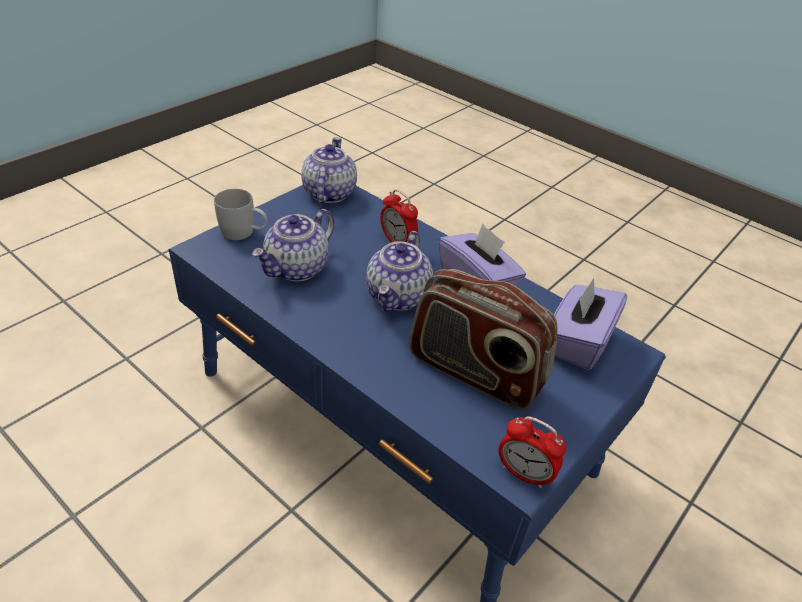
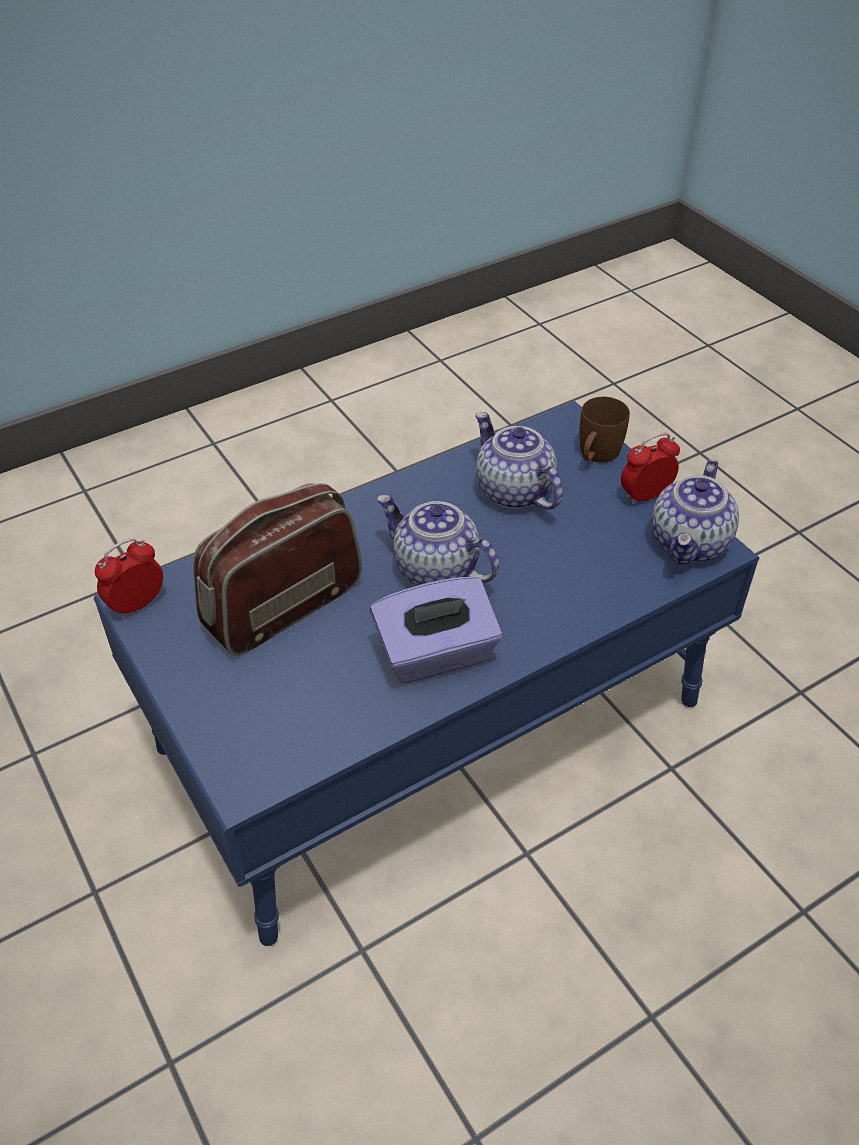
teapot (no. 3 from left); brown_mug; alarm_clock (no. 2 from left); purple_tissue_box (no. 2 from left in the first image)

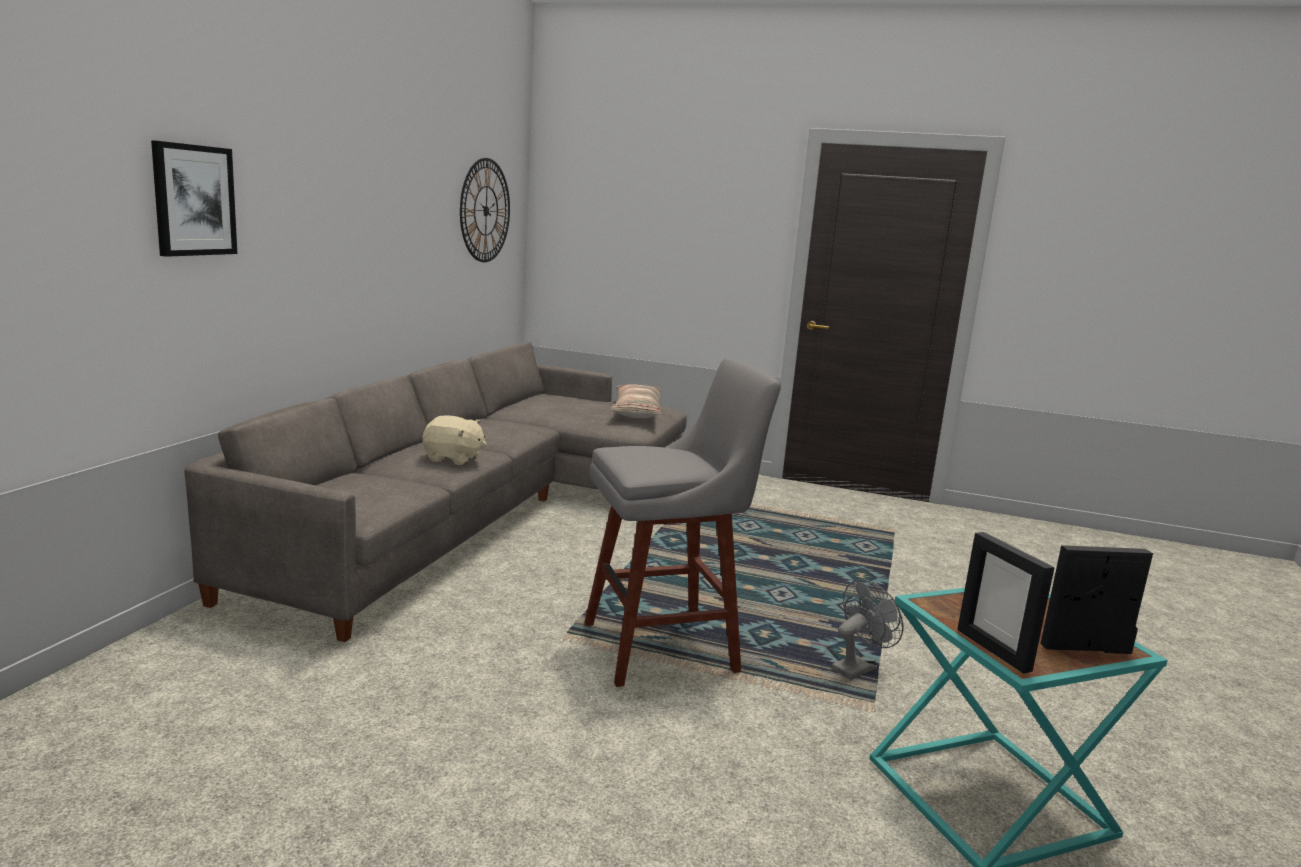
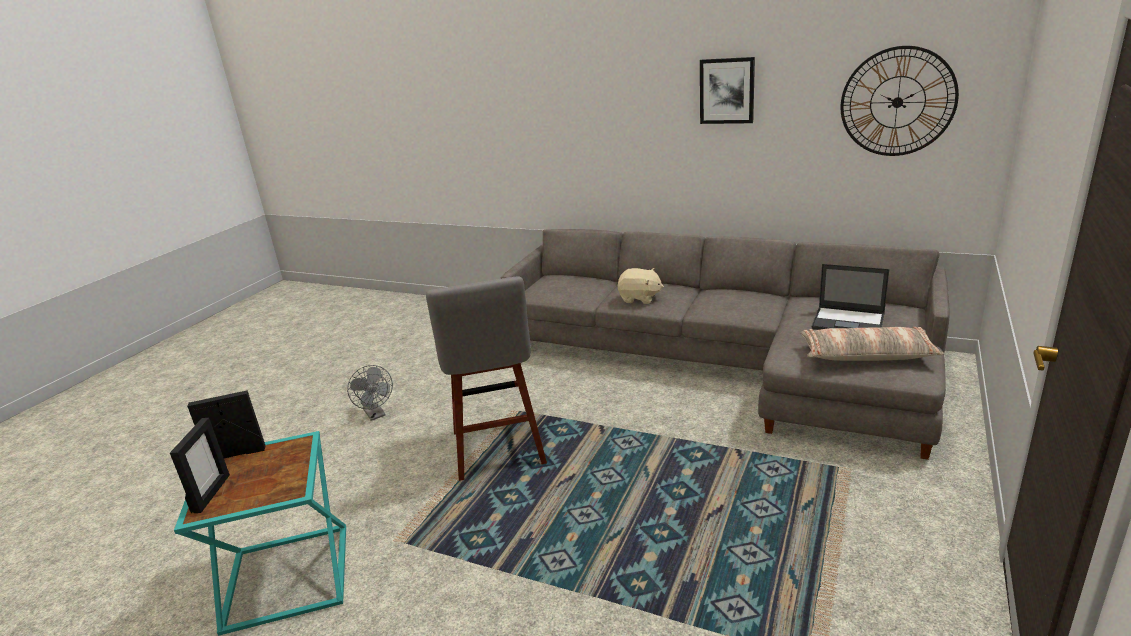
picture; beige_plush_toy; grey_fan; laptop

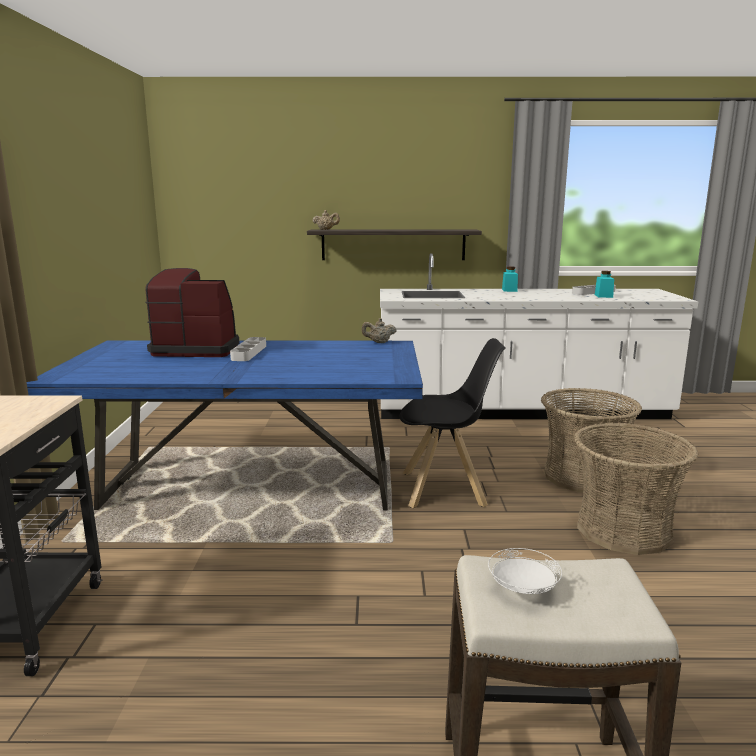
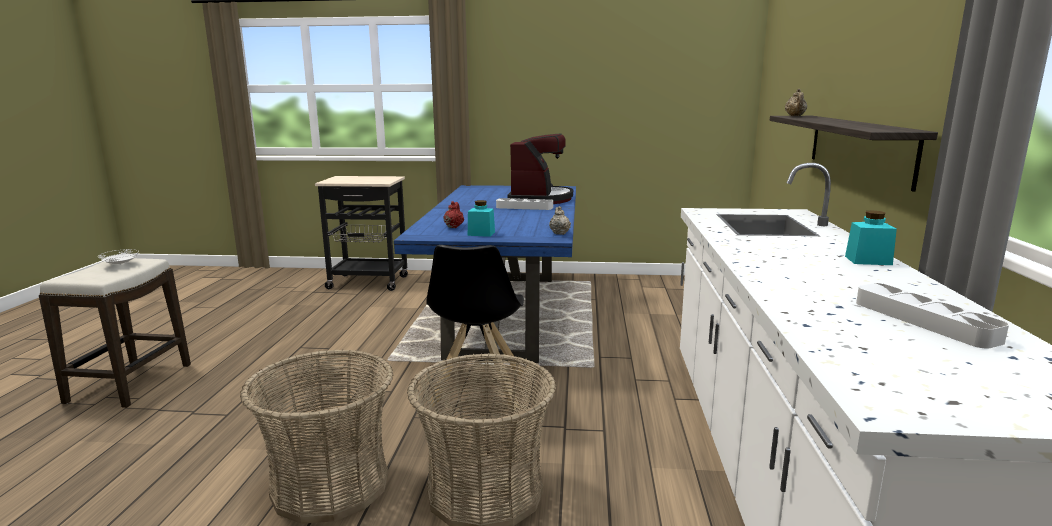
turquoise_jar (no. 1 from left); red_teapot

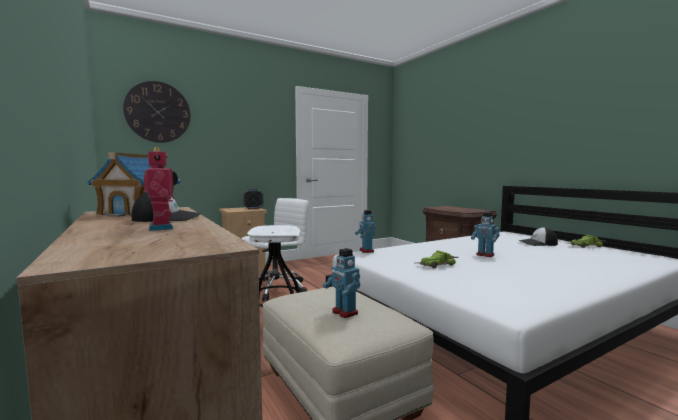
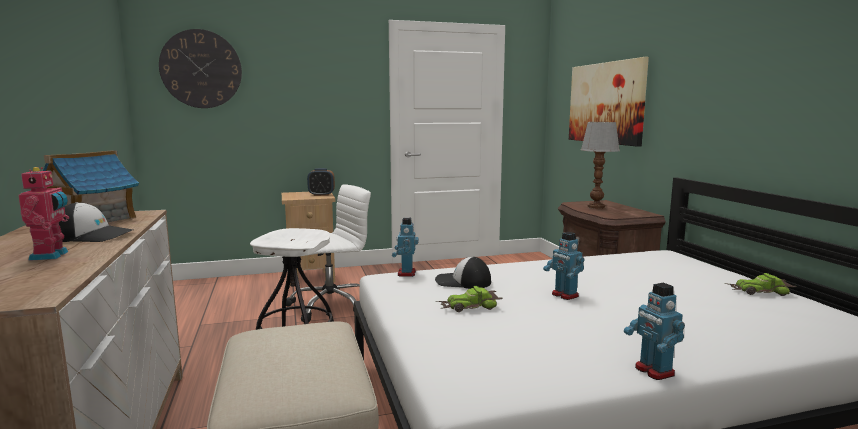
cap (no. 2 from left); toy_robot (no. 4 from left); picture; table_lamp

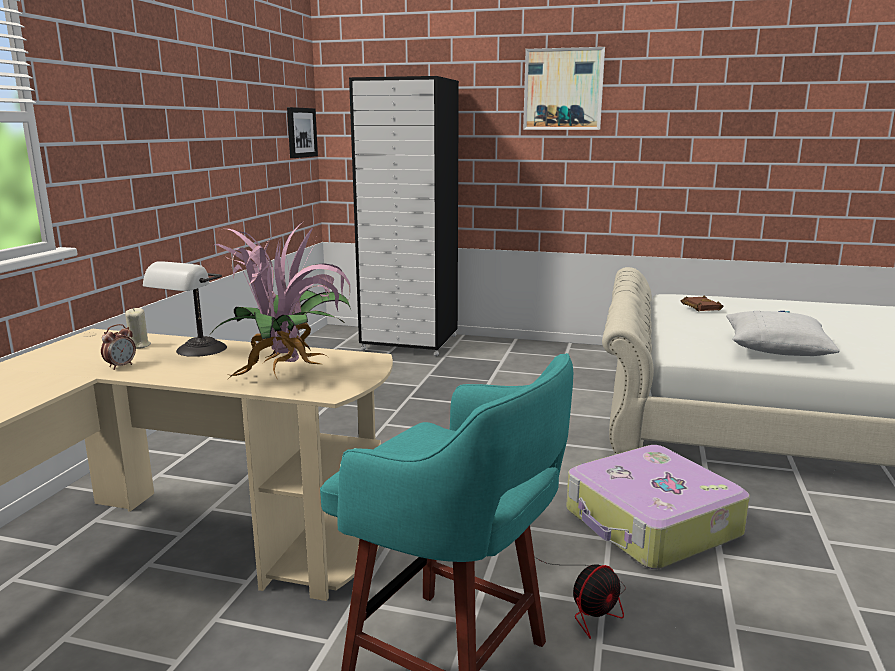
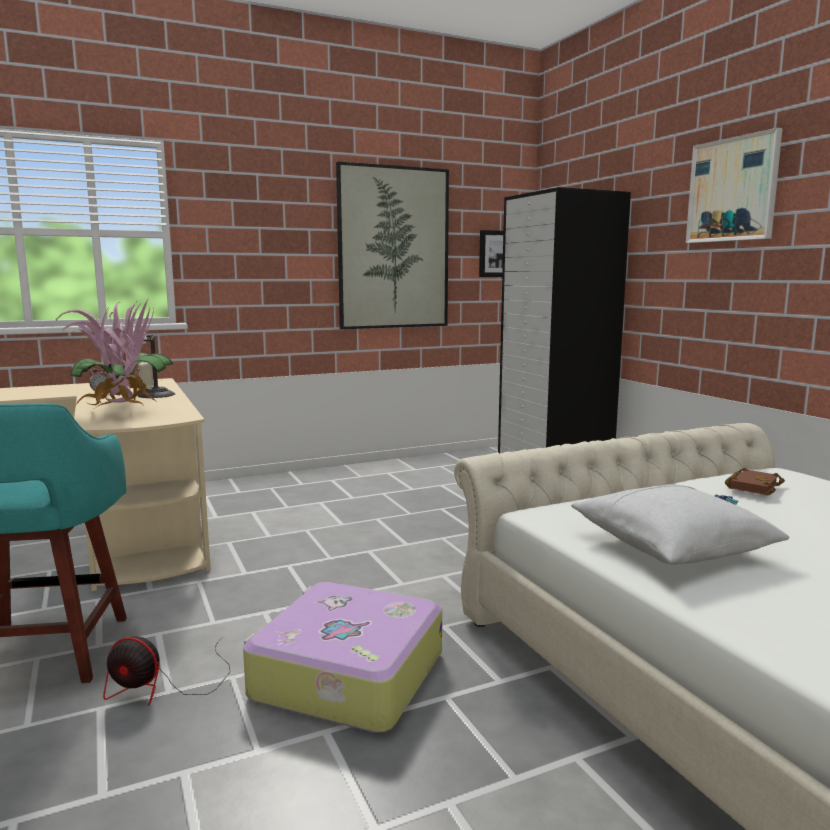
picture (no. 1 from left)

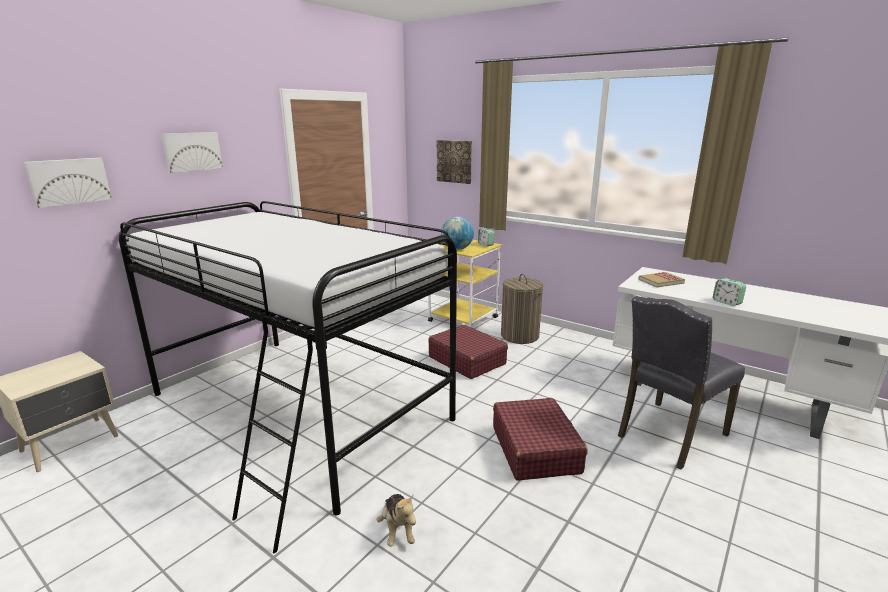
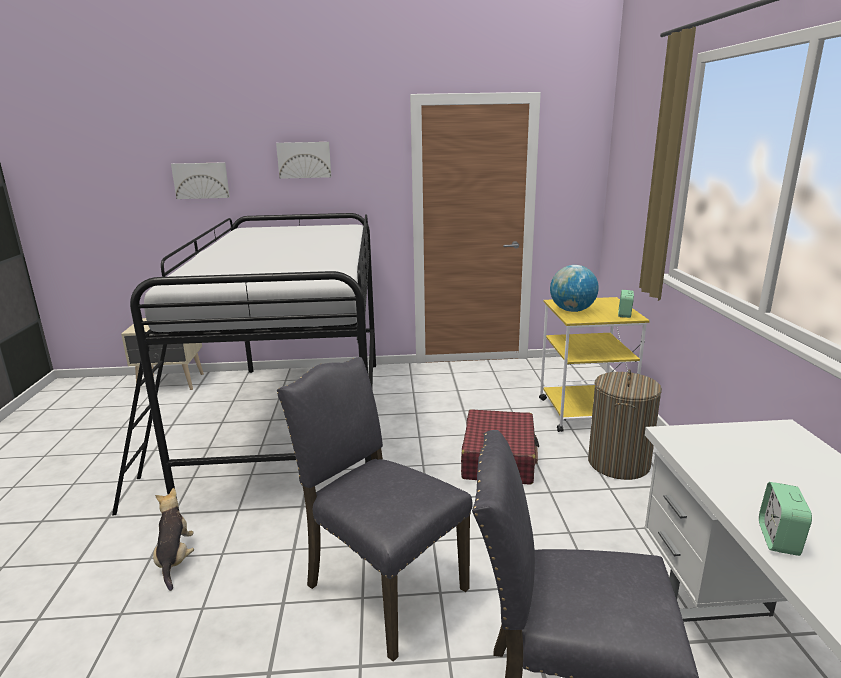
picture (no. 3 from left in the first image); book; grey_chair (no. 1 from left); plush_toy

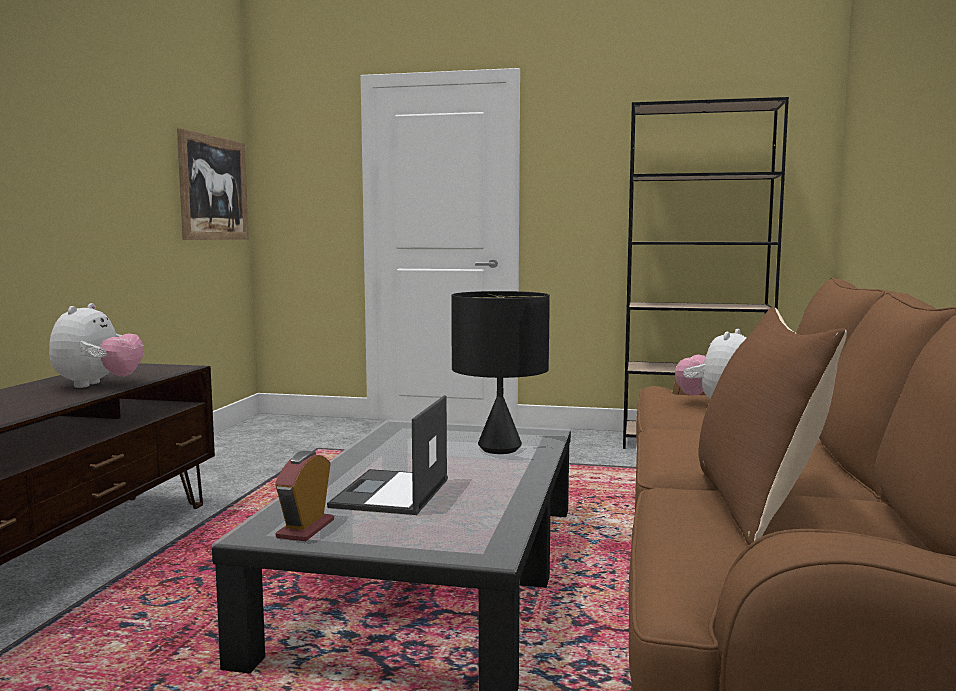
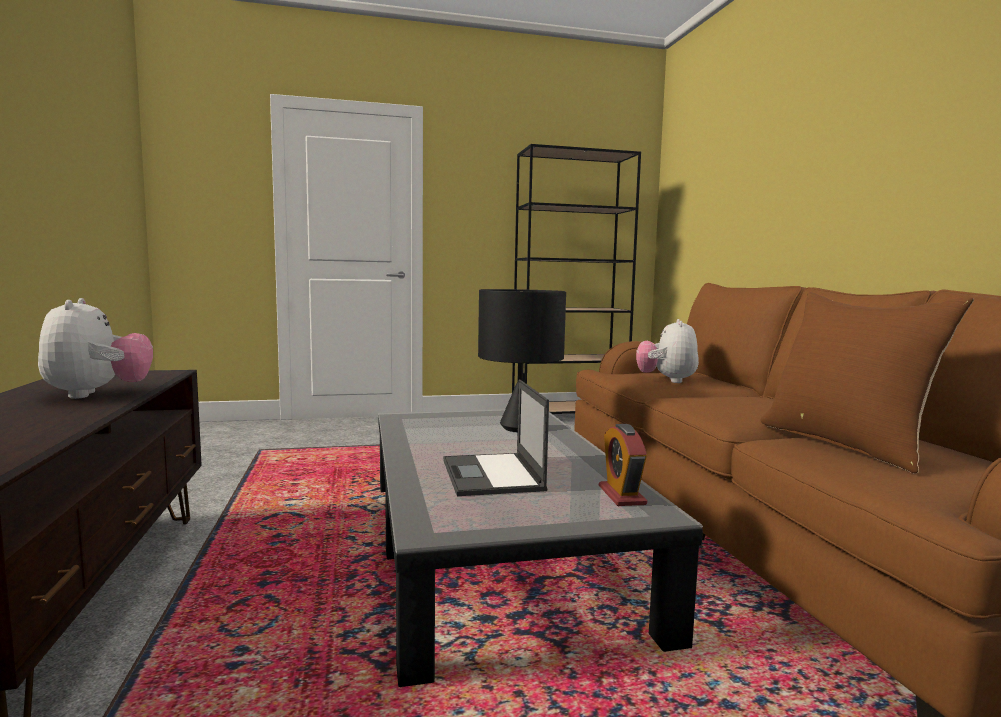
picture; alarm_clock

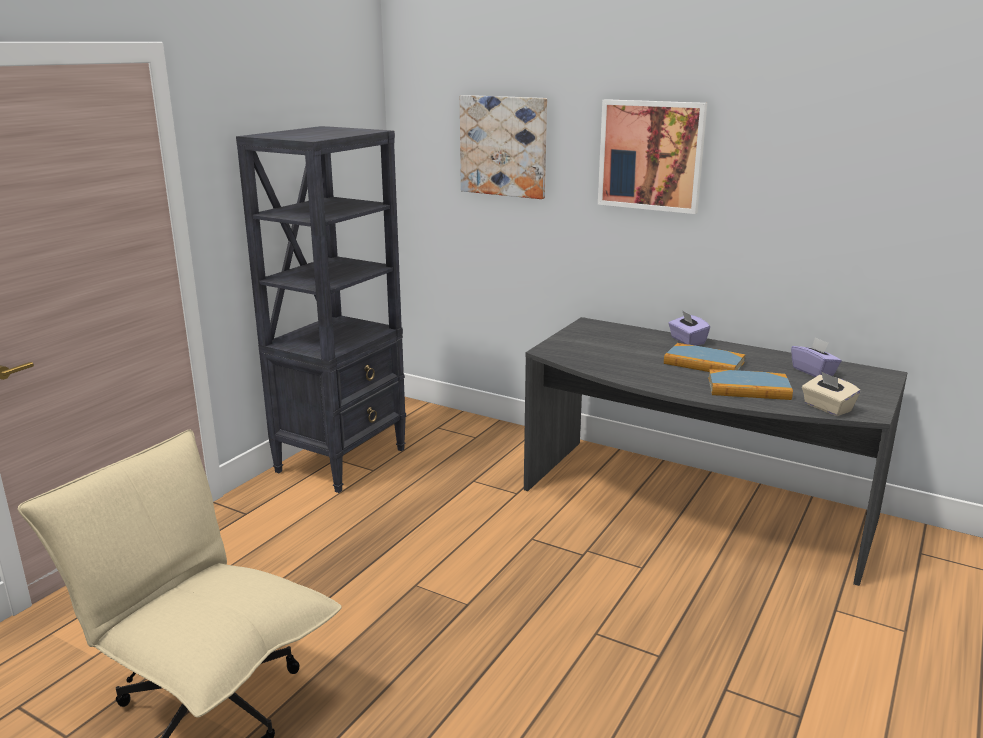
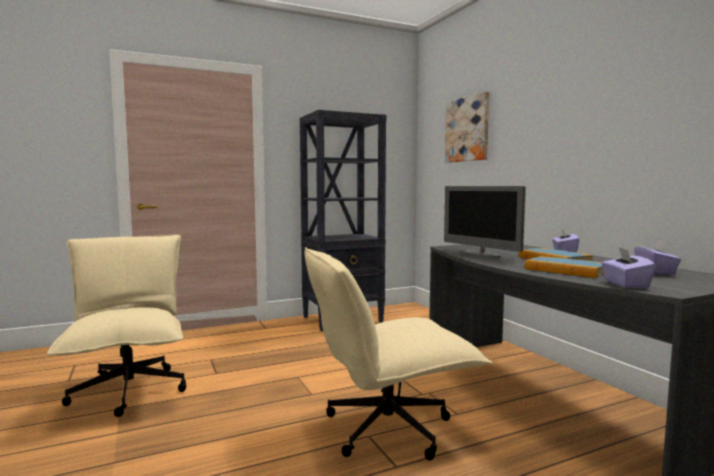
picture (no. 2 from left in the first image); purple_tissue_box (no. 2 from left); monitor; beige_office_chair (no. 2 from left)

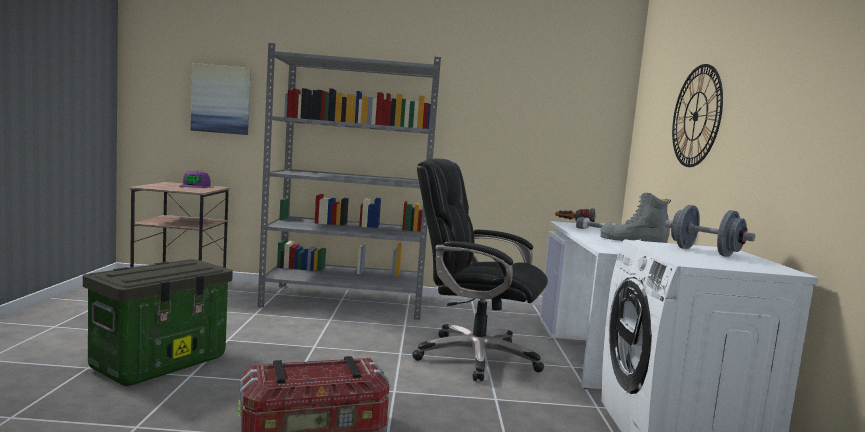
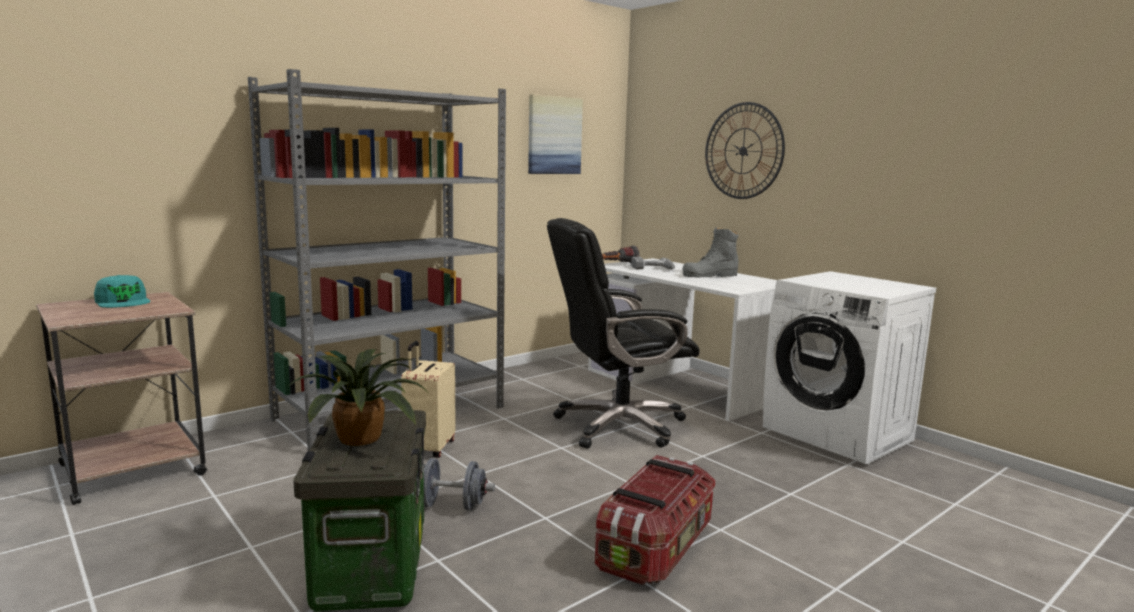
picture; turquoise_cap; grey_dumbbell; beige_suitcase; potted_plant

